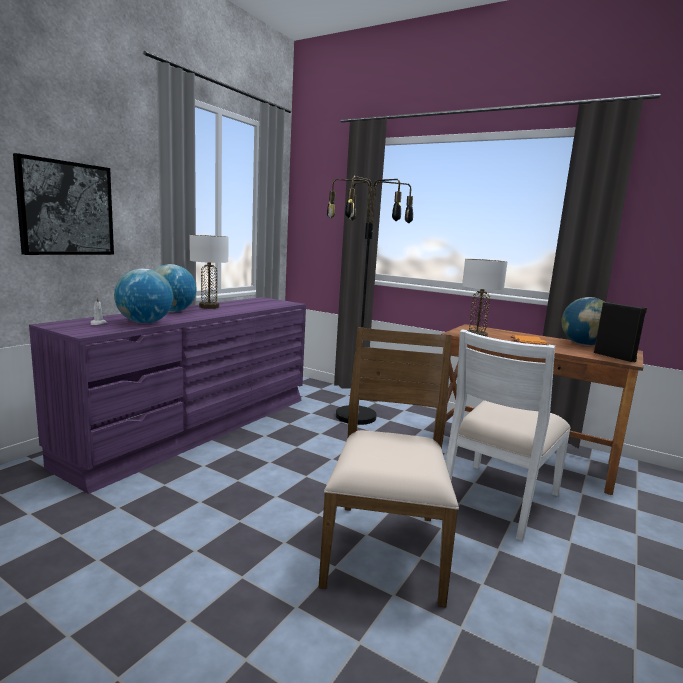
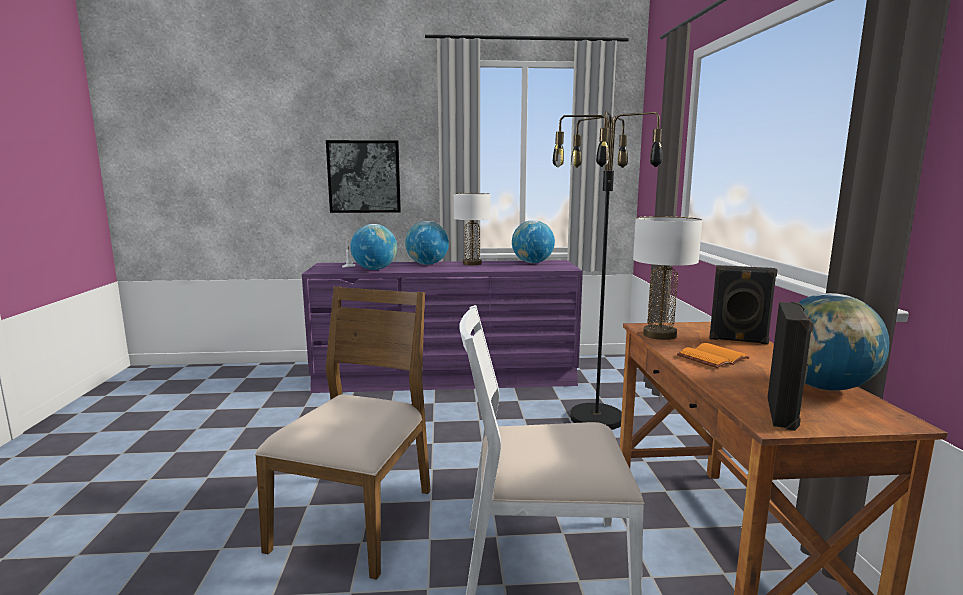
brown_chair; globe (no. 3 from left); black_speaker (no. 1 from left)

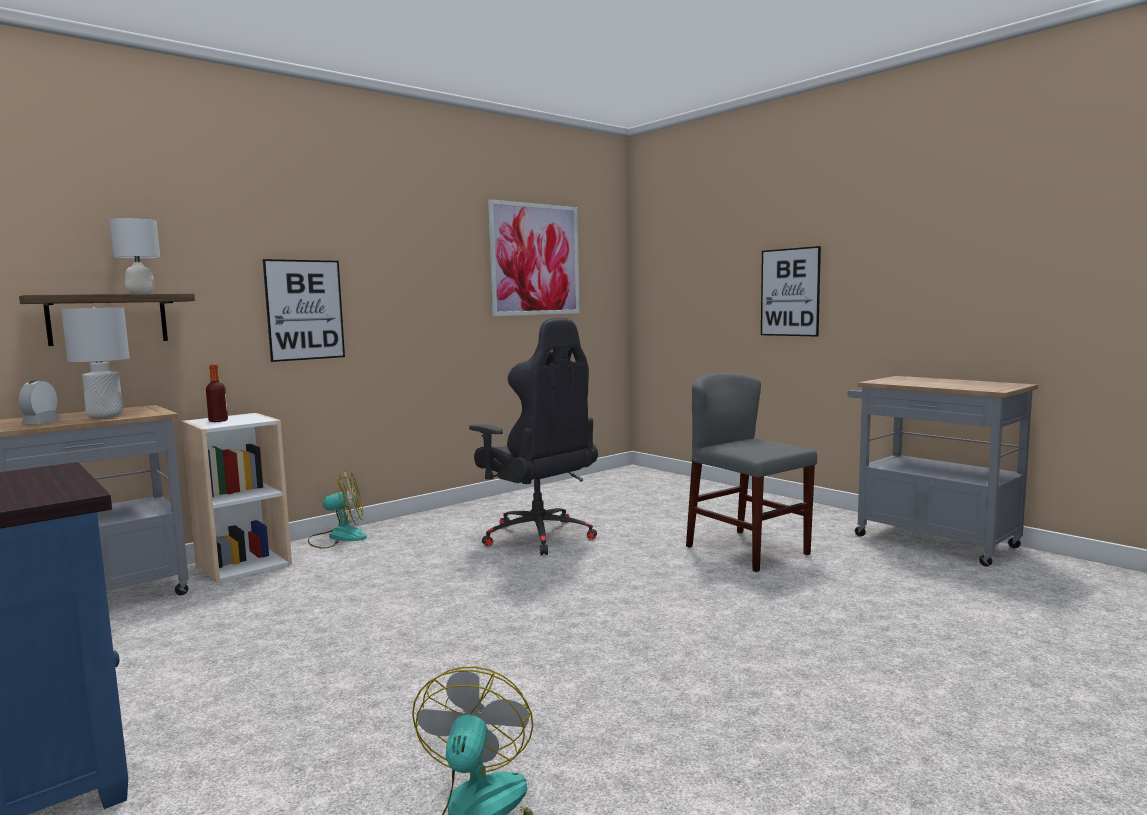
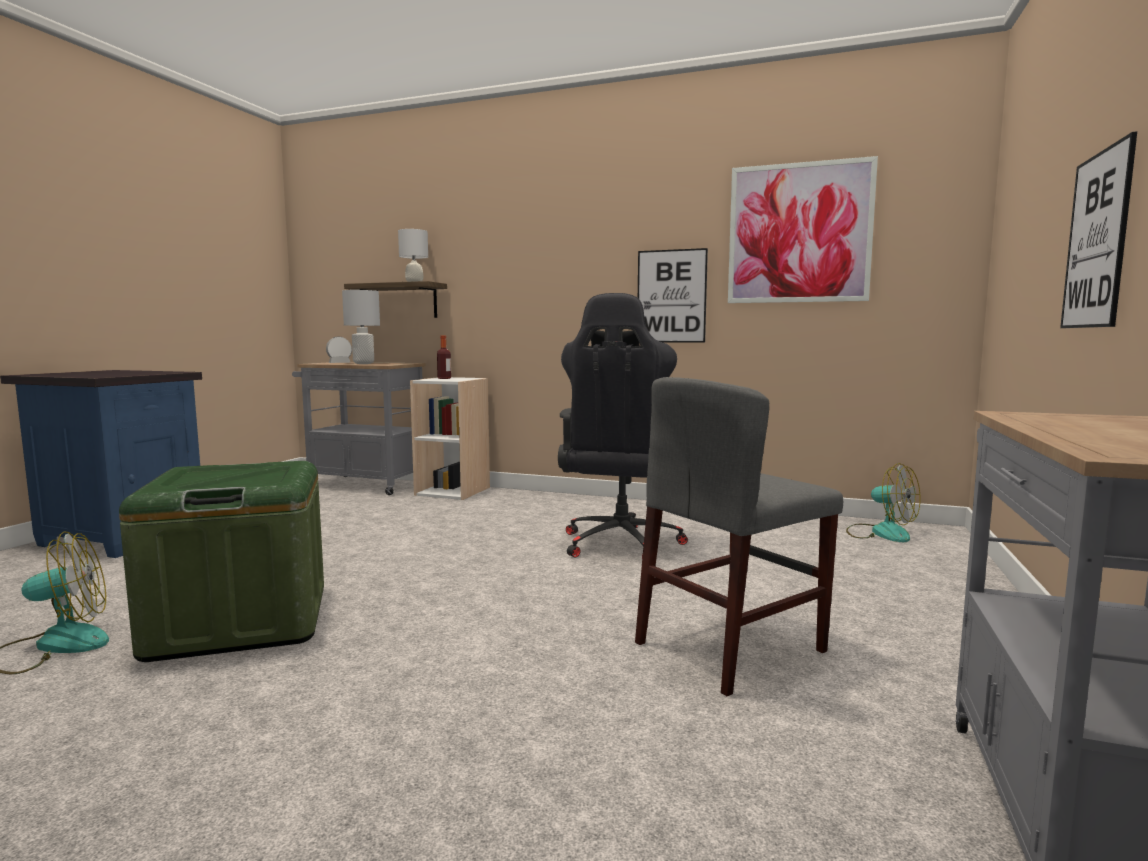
picture (no. 1 from left); grey_chair; fan (no. 2 from left); green_storage_box

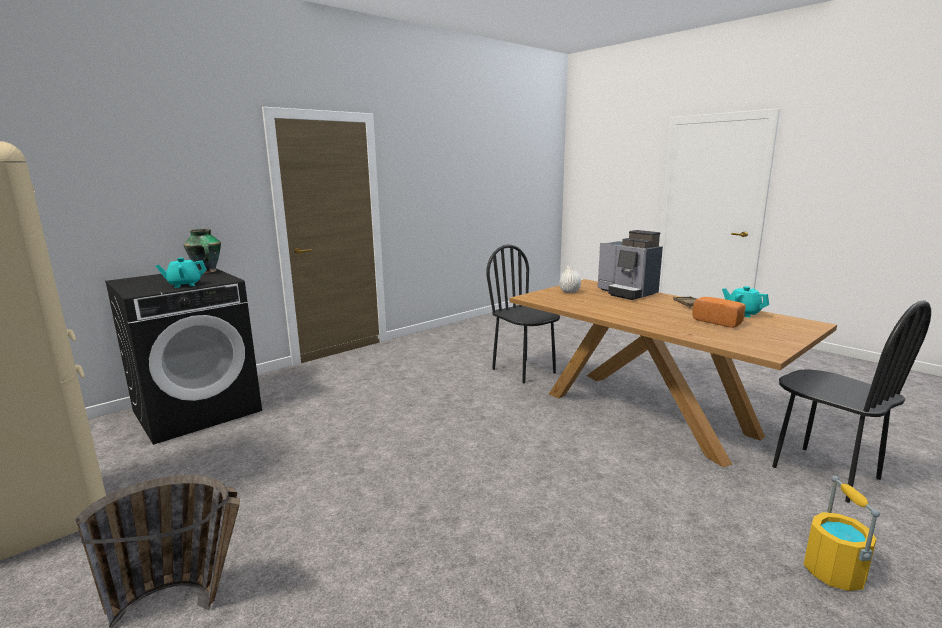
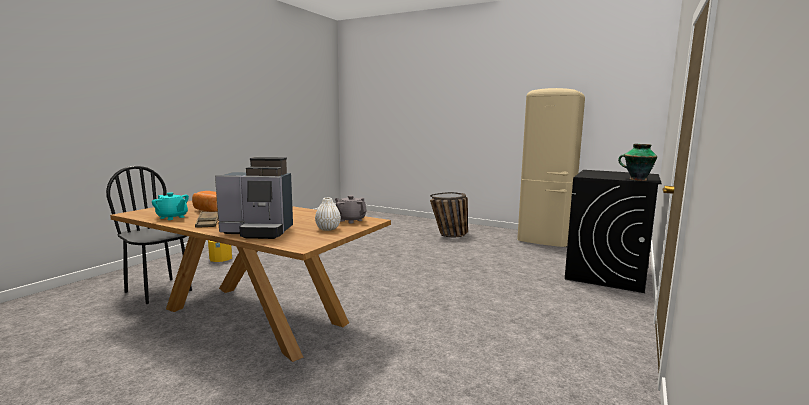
coffee_machine; black_chair (no. 1 from left in the first image); turquoise_teapot (no. 1 from left in the first image); grey_teapot

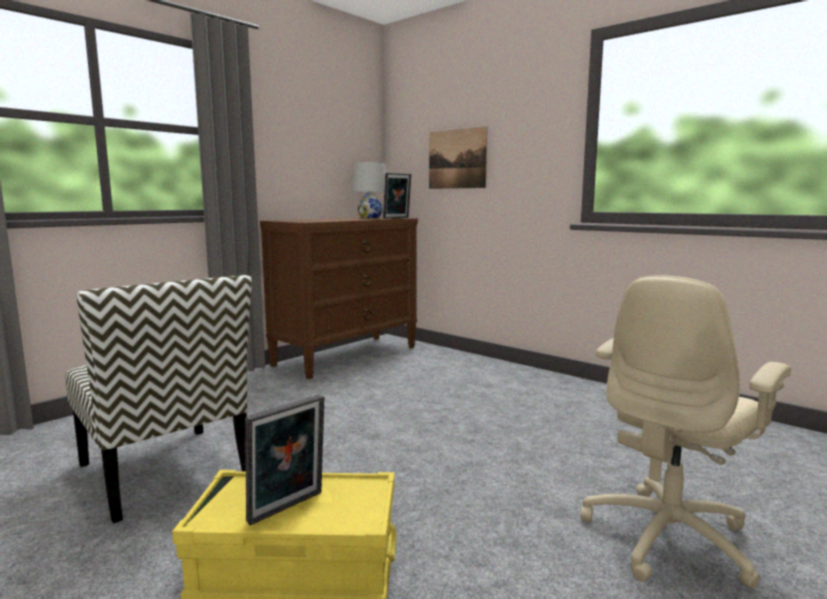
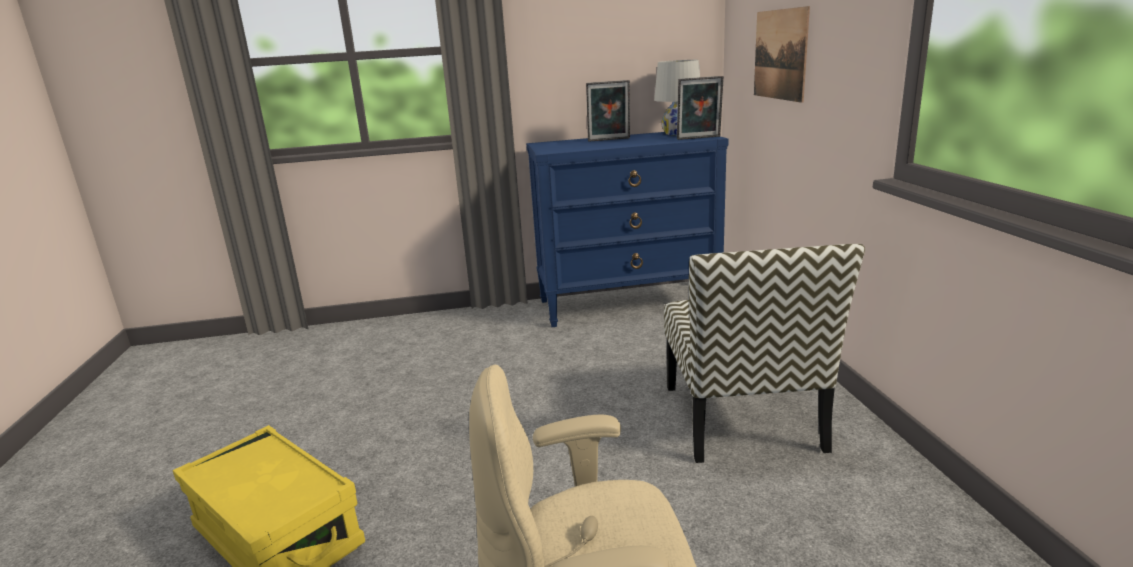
blue_dresser; chair; picture_frame (no. 1 from left)

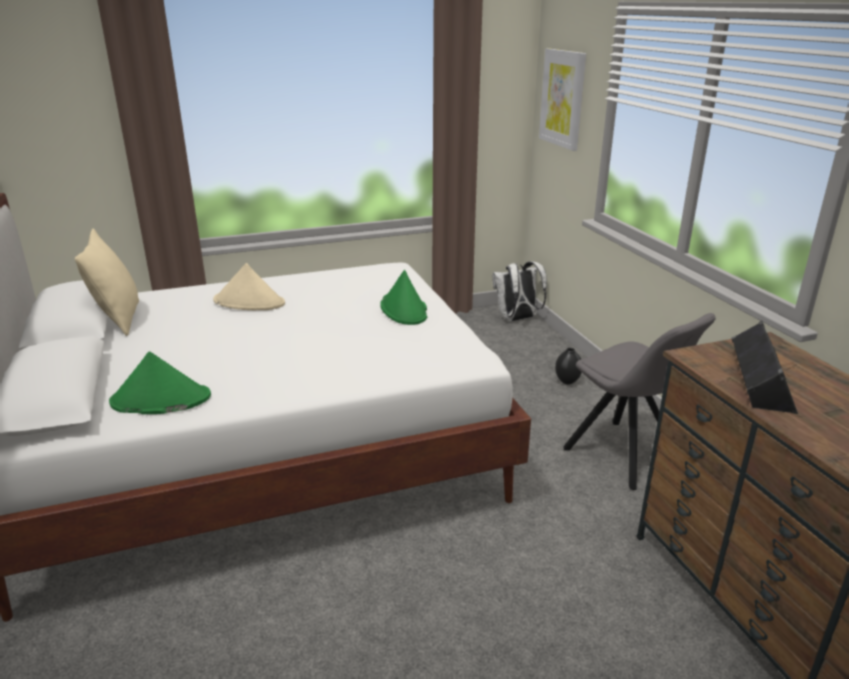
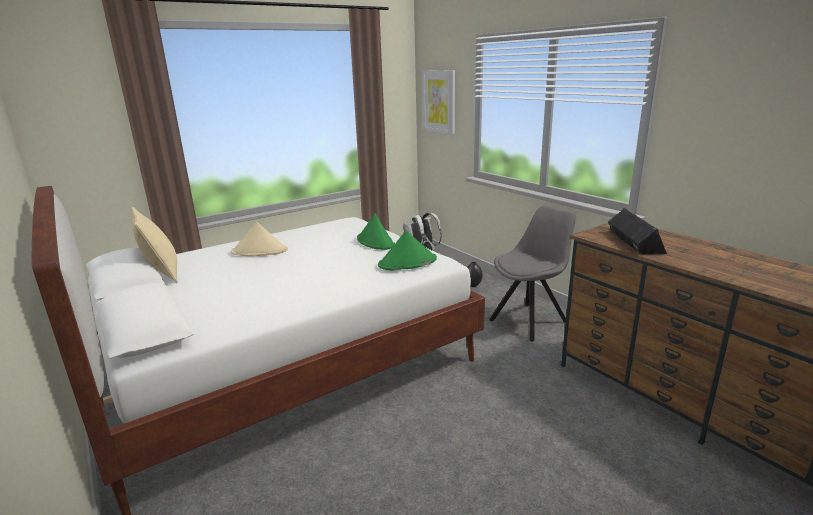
grey_chair; green_hat (no. 2 from left)

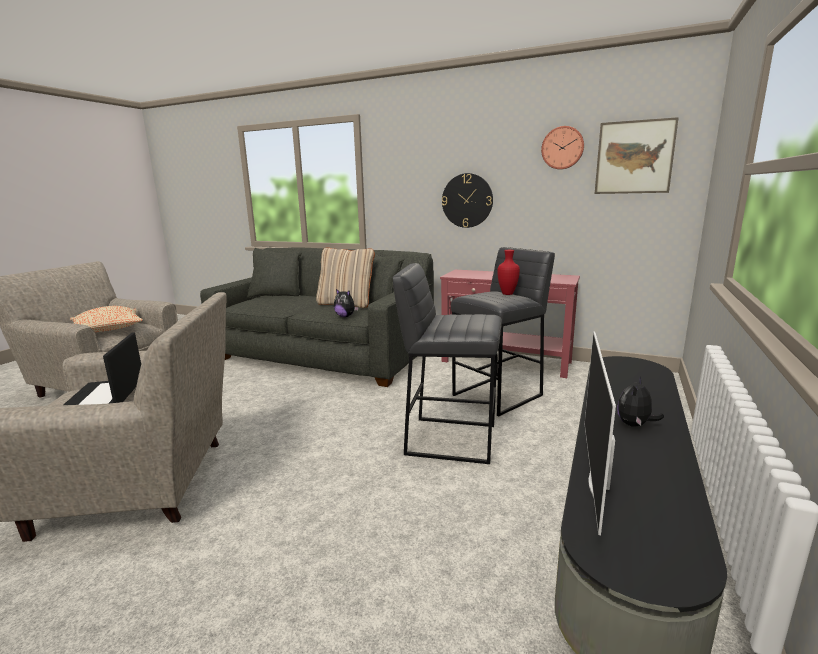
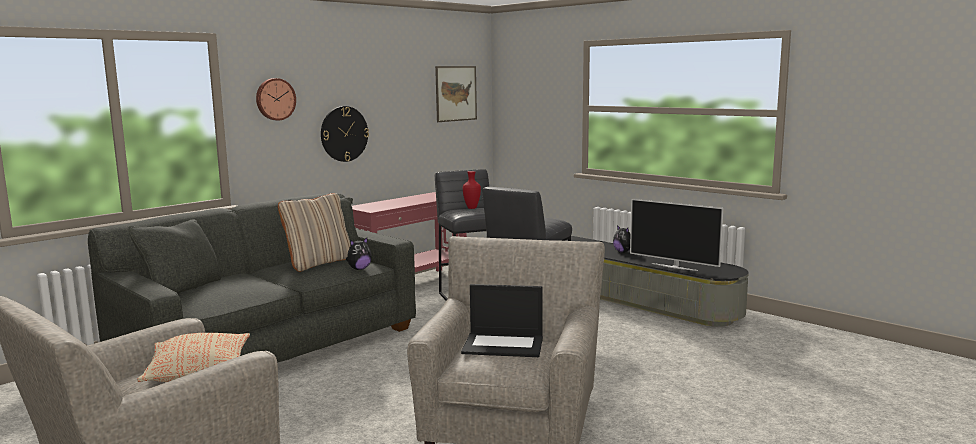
wall_clock (no. 1 from left)

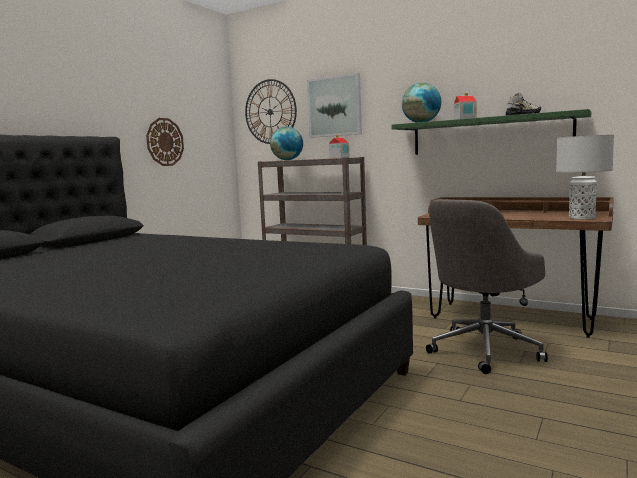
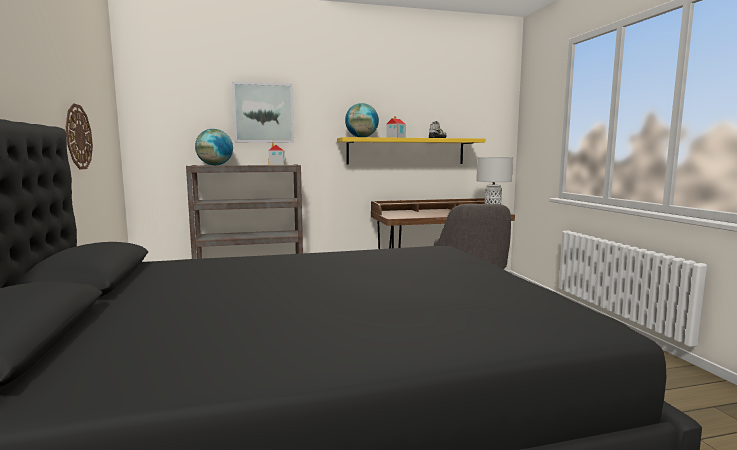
wall_clock (no. 2 from left in the first image); yellow_shelf

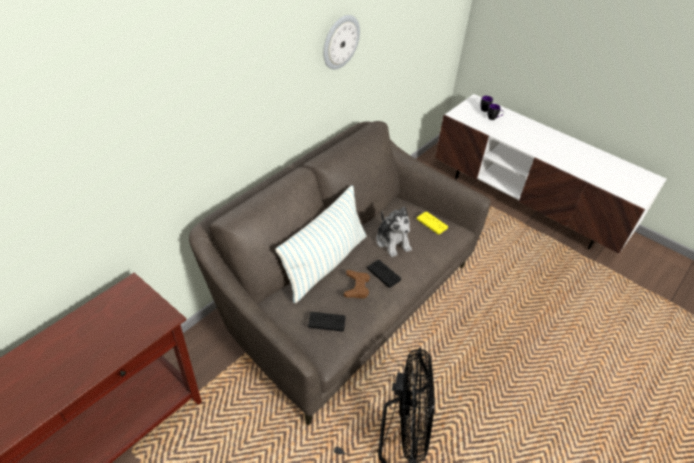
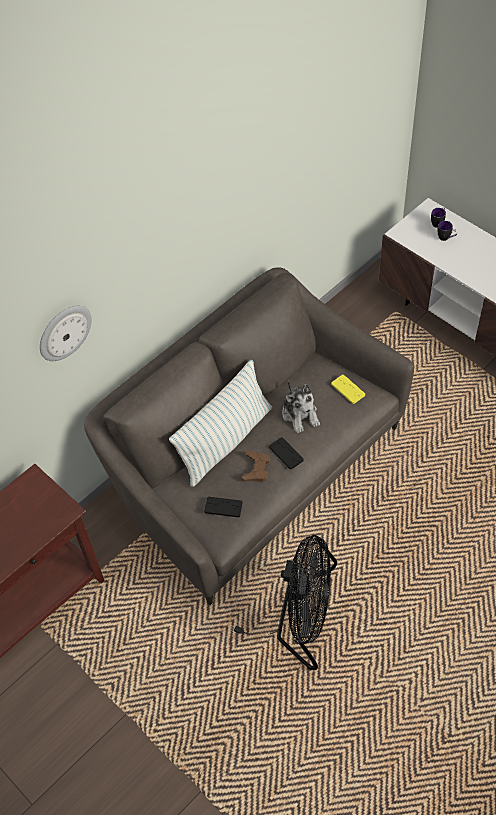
wall_clock

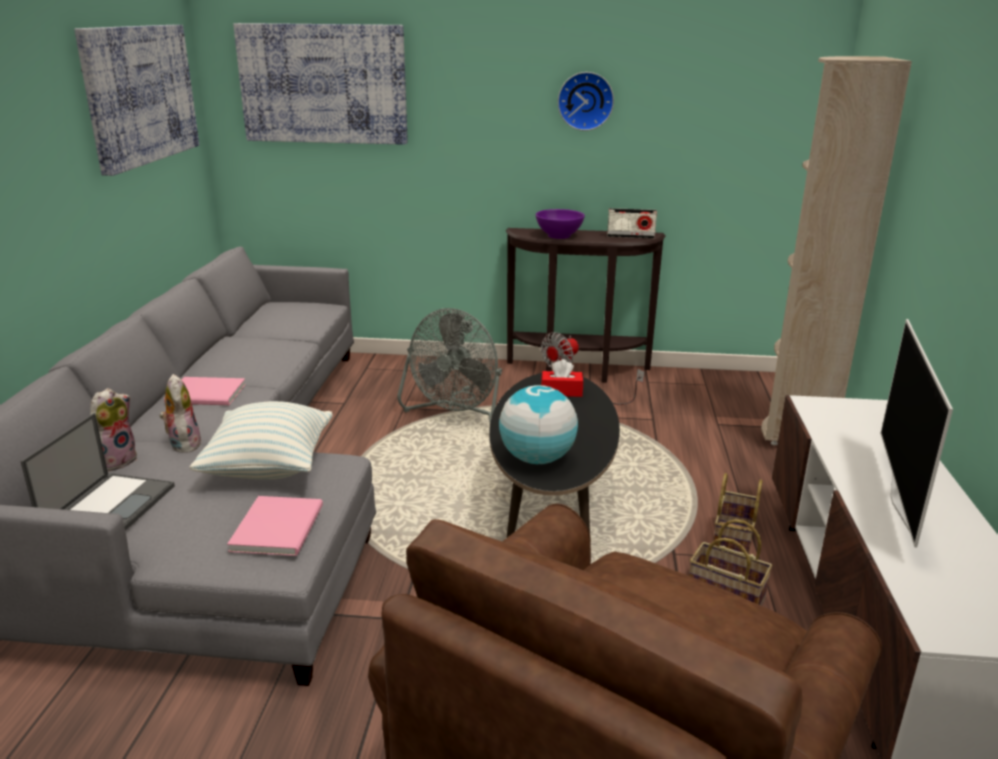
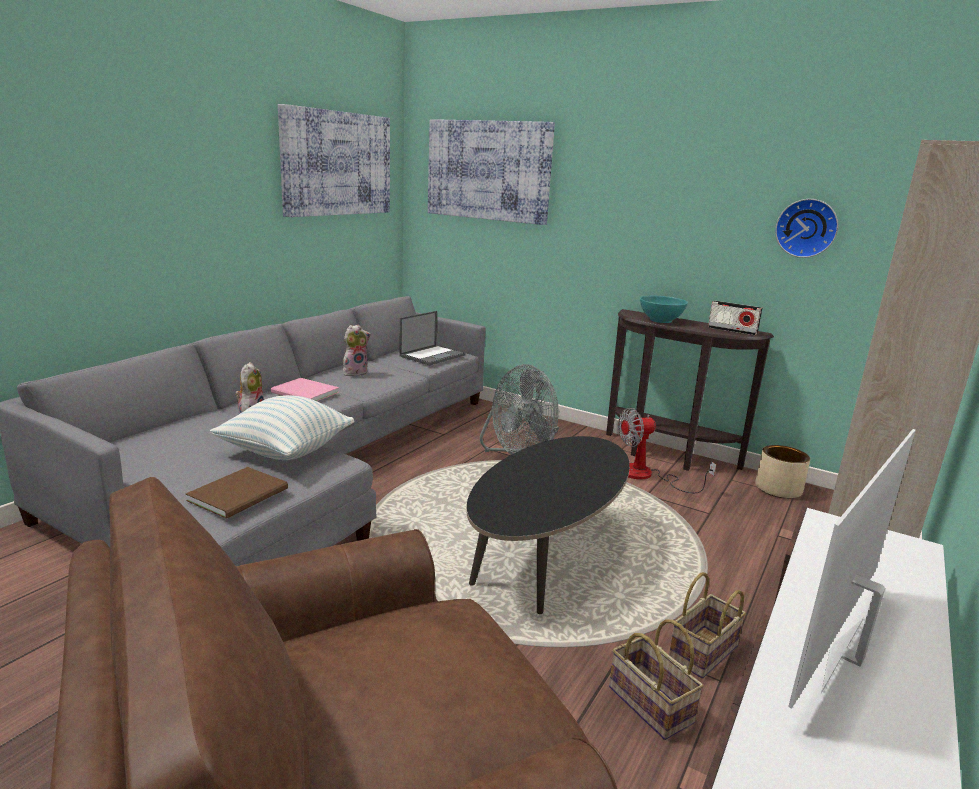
wall_clock; turquoise_bowl; red_tissue_box; globe; plush_toy (no. 2 from left); laptop; brown_book; beige_planter

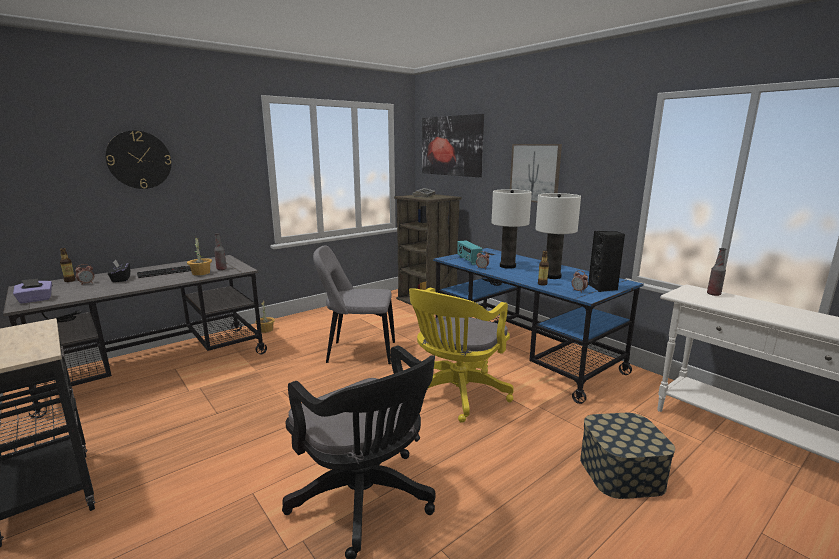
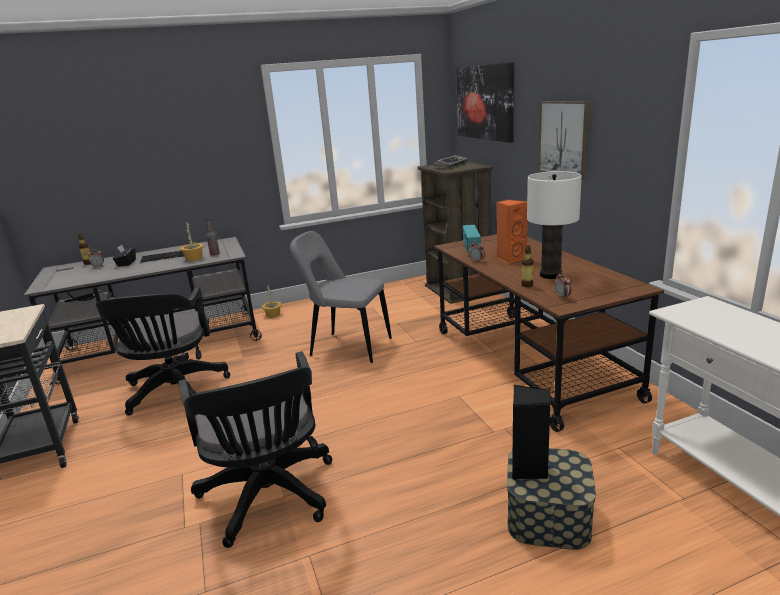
wall_clock; orange_speaker; black_speaker; brown_desk; bottle (no. 4 from left in the first image); purple_tissue_box; yellow_office_chair; black_office_chair (no. 1 from left)

